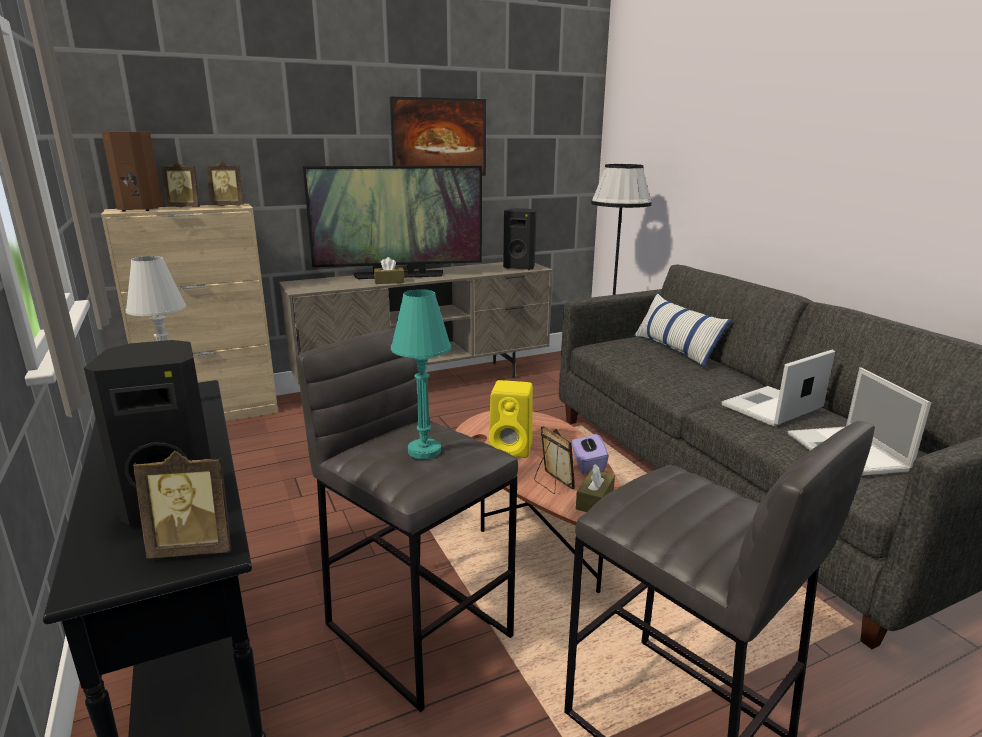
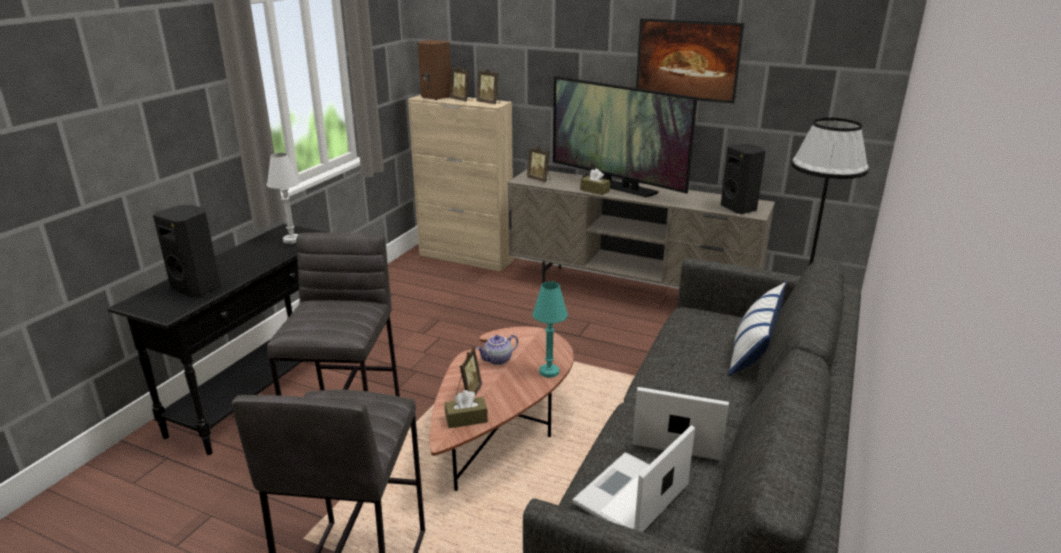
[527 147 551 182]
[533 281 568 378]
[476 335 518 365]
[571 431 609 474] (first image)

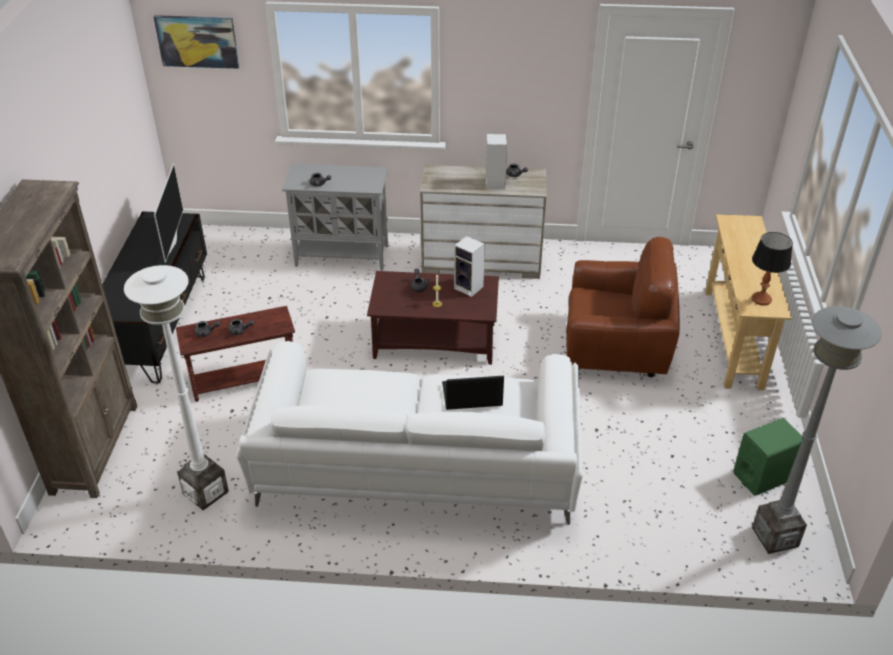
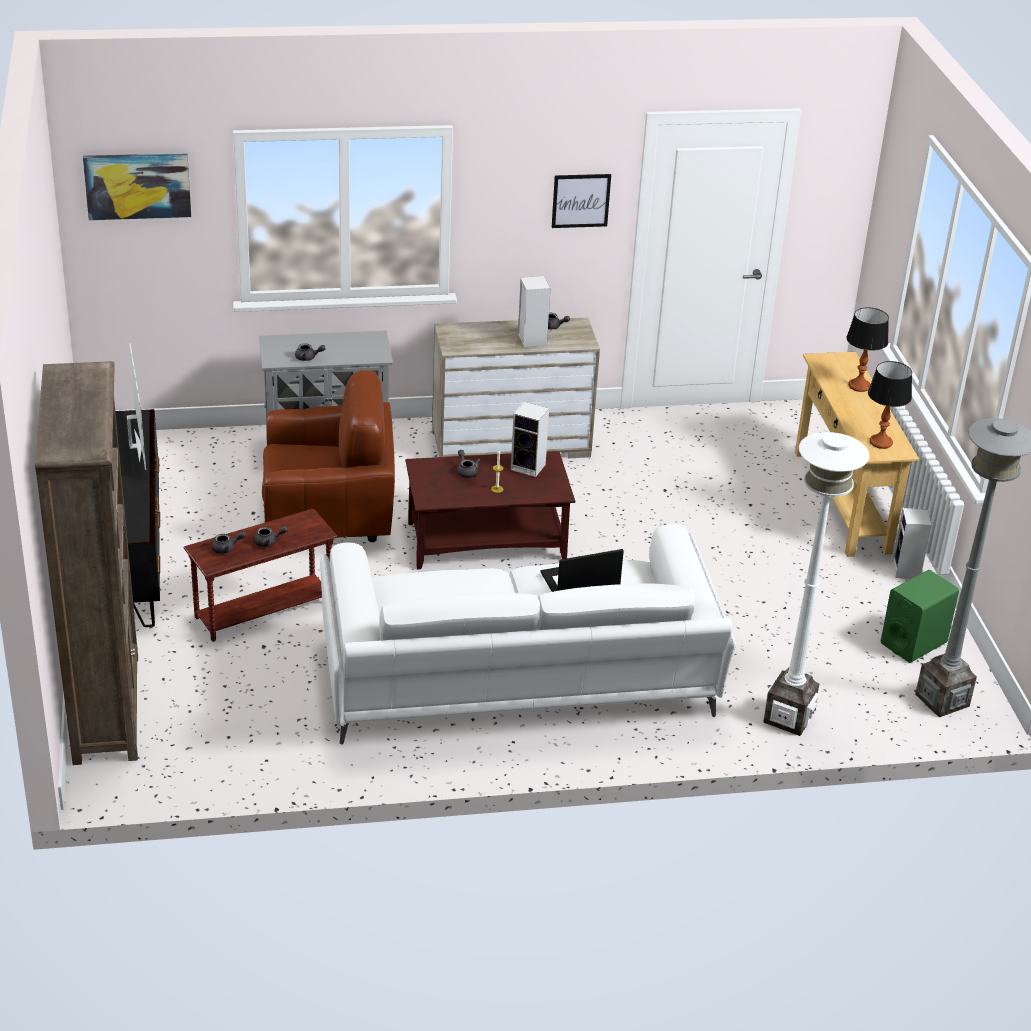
[764 432 870 736]
[262 370 395 542]
[552 174 611 228]
[846 307 889 392]
[892 508 932 579]

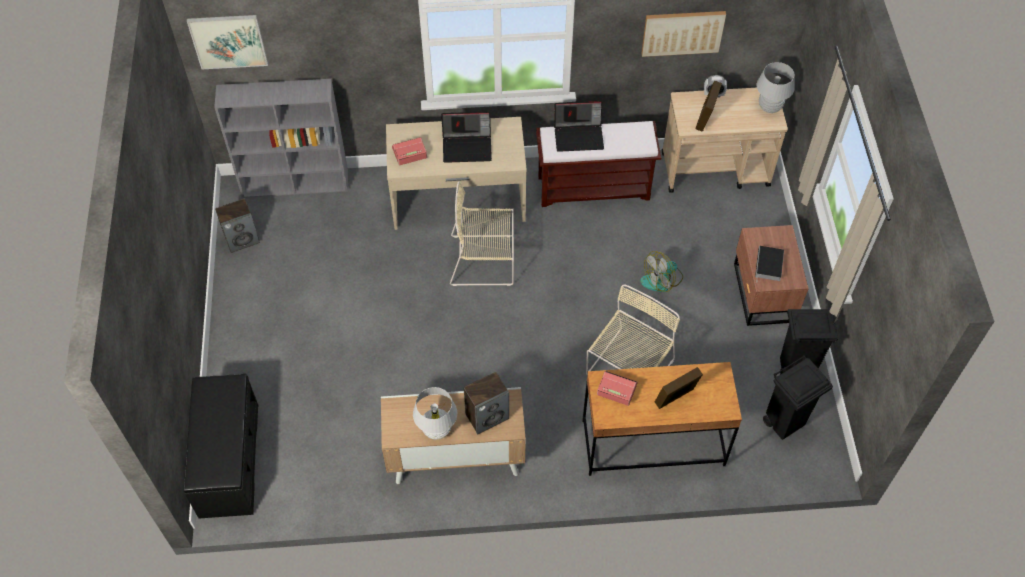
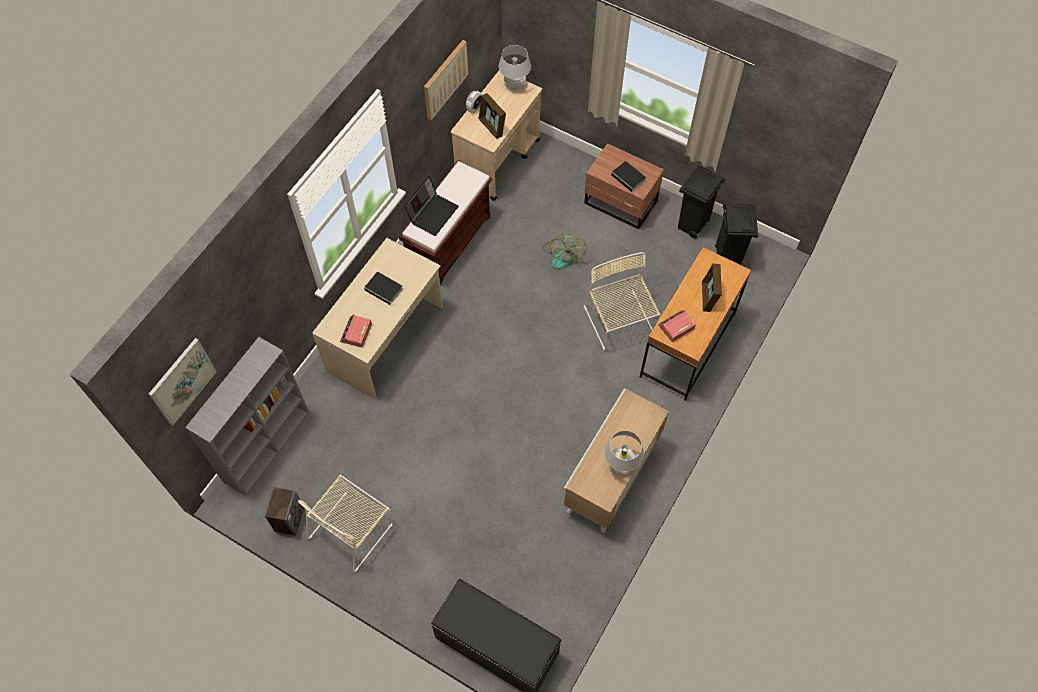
[364 272 403 307]
[298 475 393 573]
[464 372 509 434] (first image)

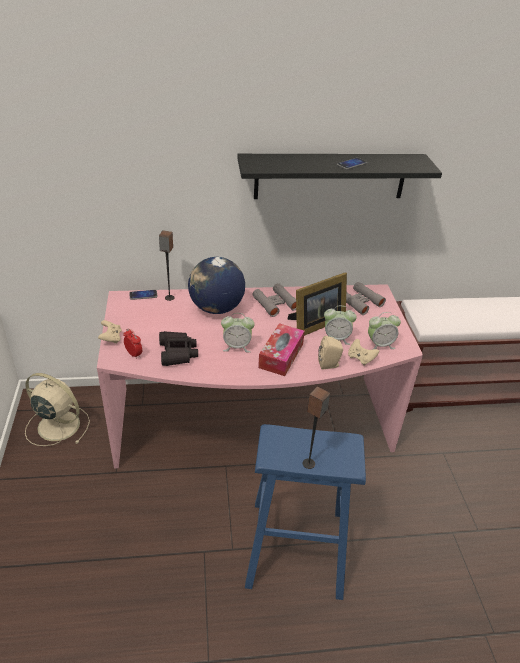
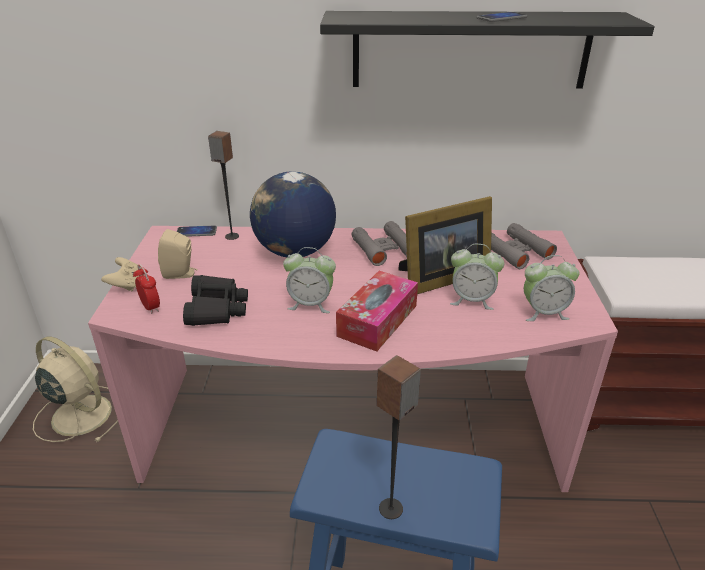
[158 229 198 279]
[348 339 379 365] (first image)

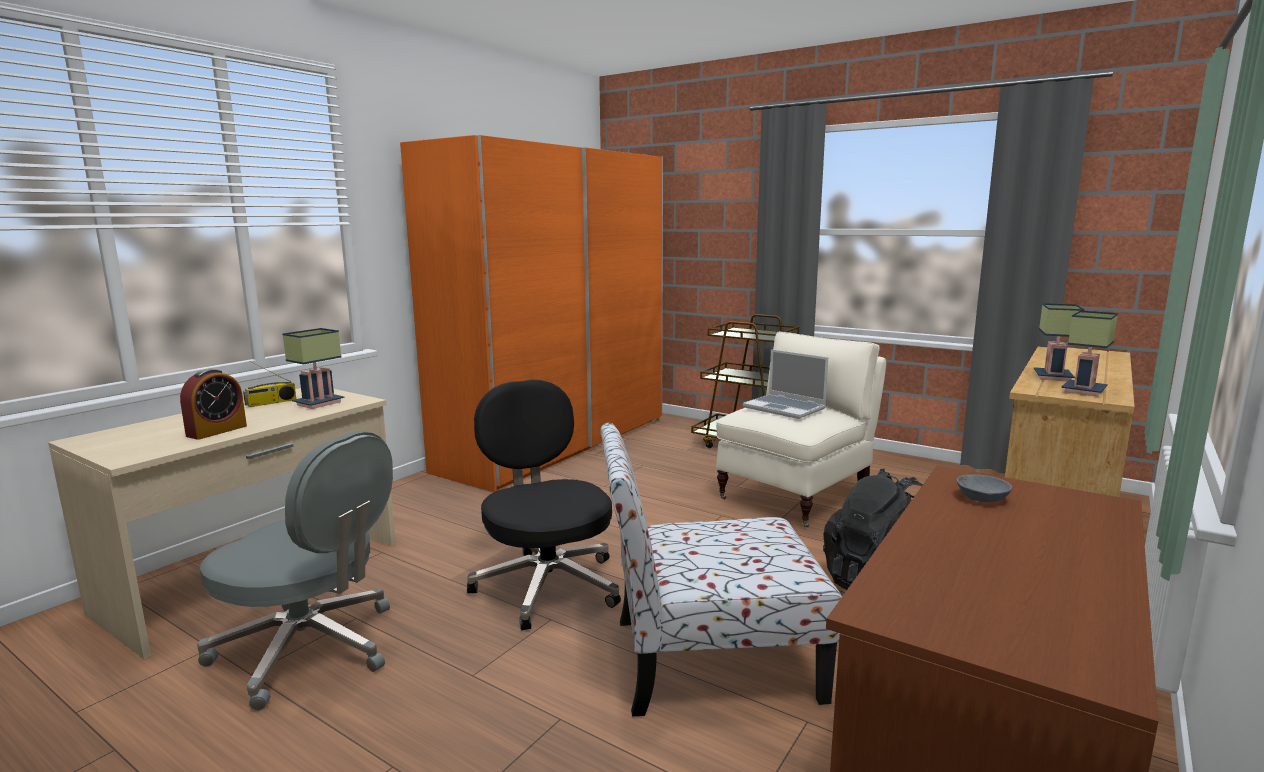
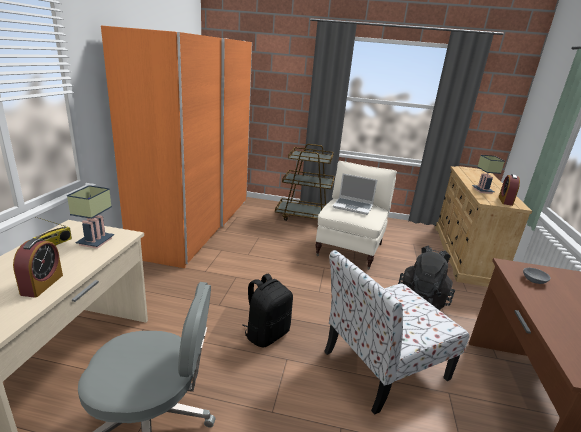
[242 274 293 347]
[499 174 520 206]

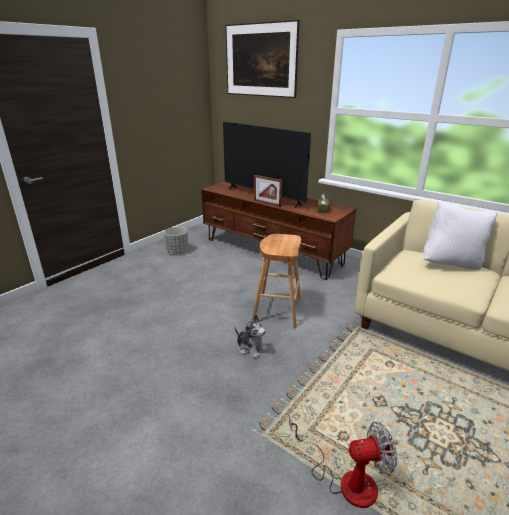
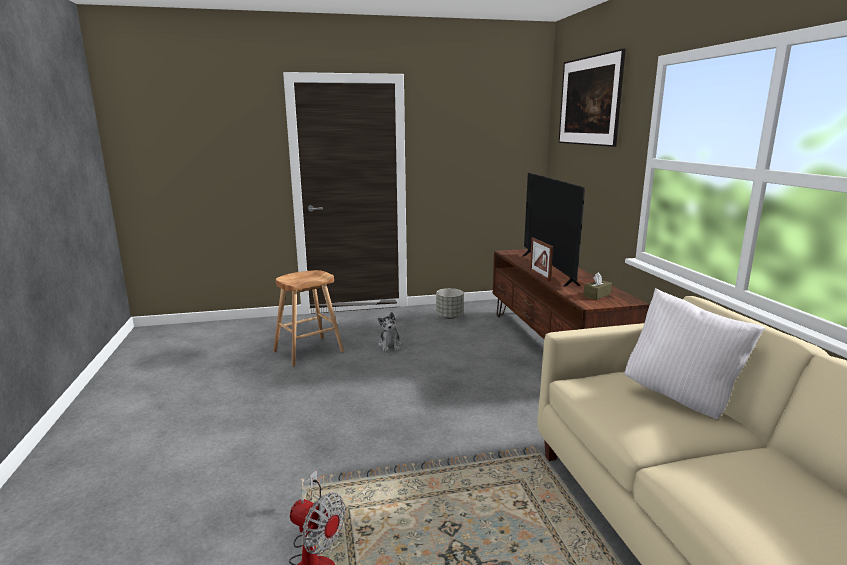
[378 312 401 351]
[273 270 344 367]

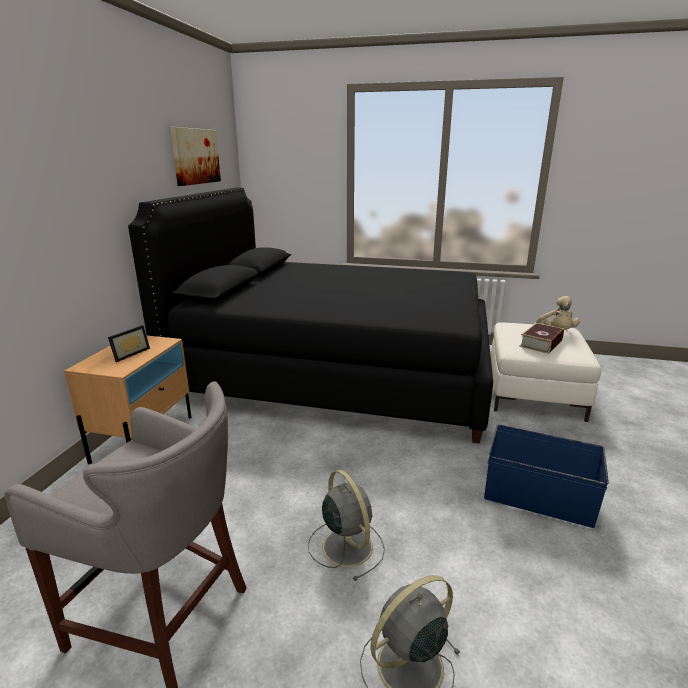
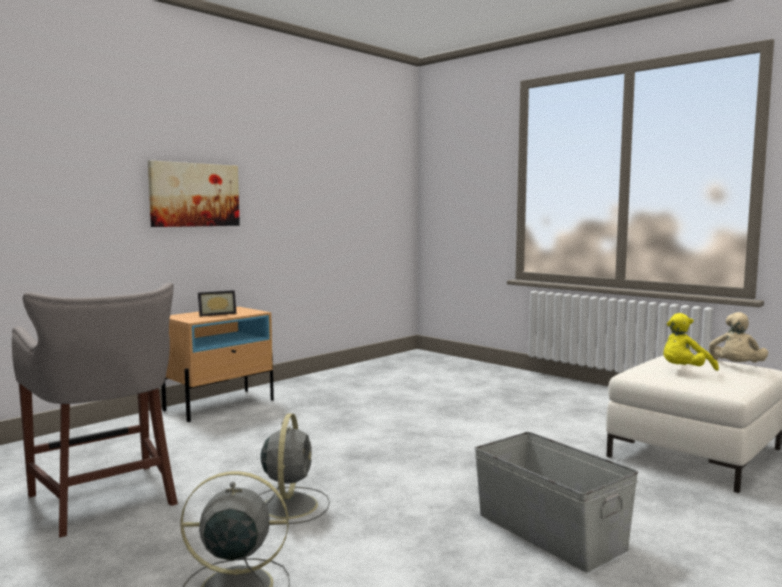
[128 187 493 443] (first image)
[148 160 240 227]
[475 432 638 572]
[663 313 719 371]

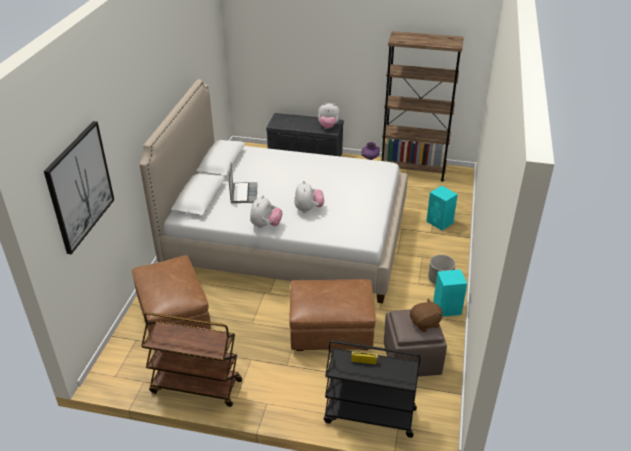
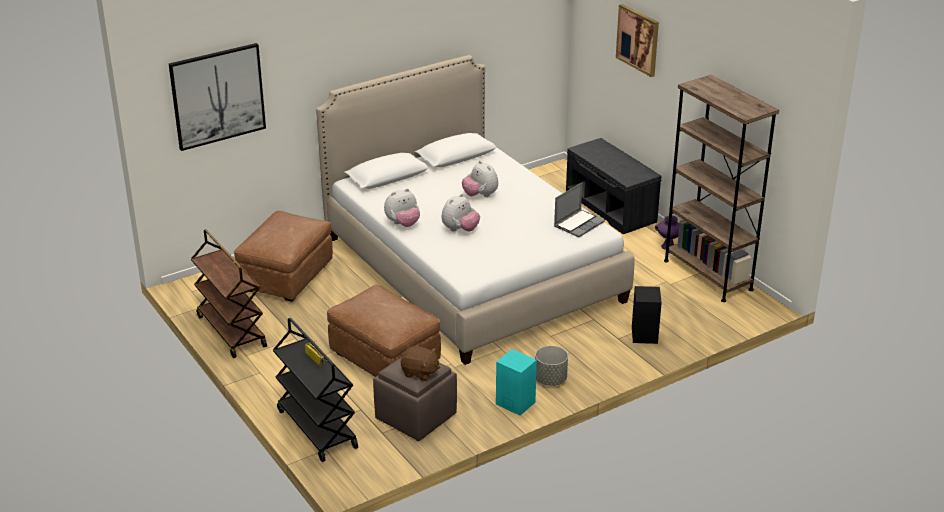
[554 183 605 237]
[462 161 498 197]
[632 286 662 344]
[616 4 659 77]

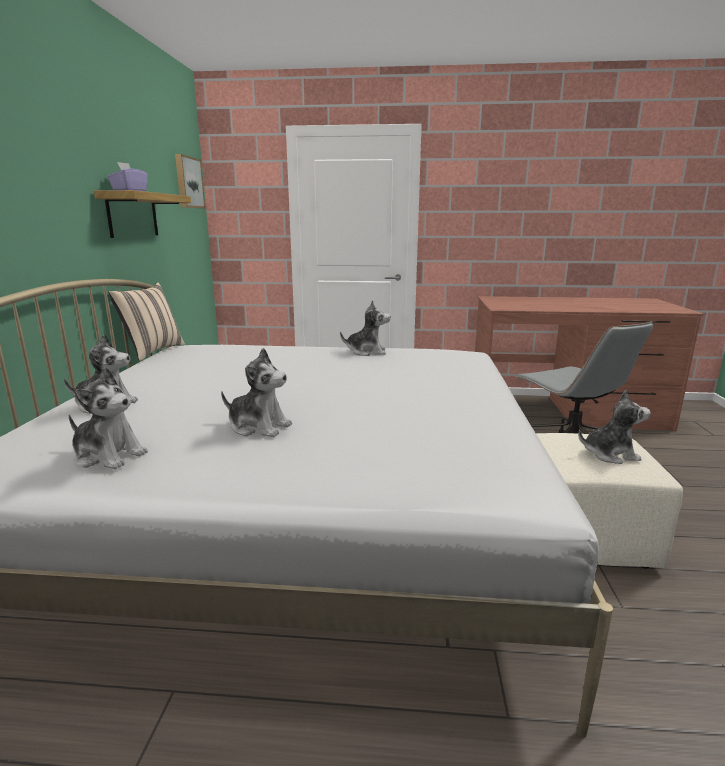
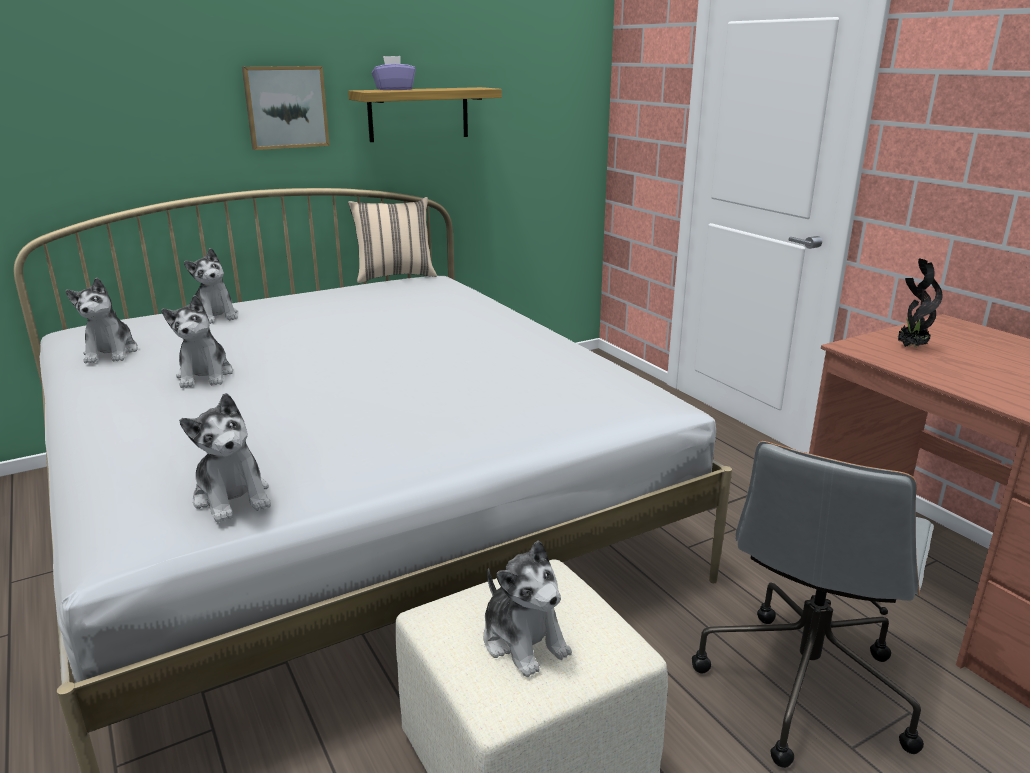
[242 66 330 150]
[179 393 271 523]
[898 258 943 348]

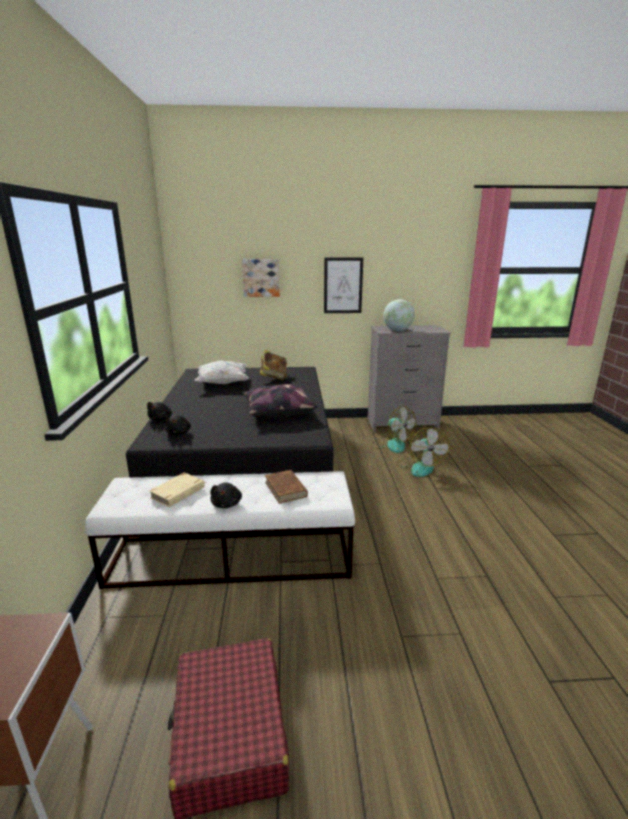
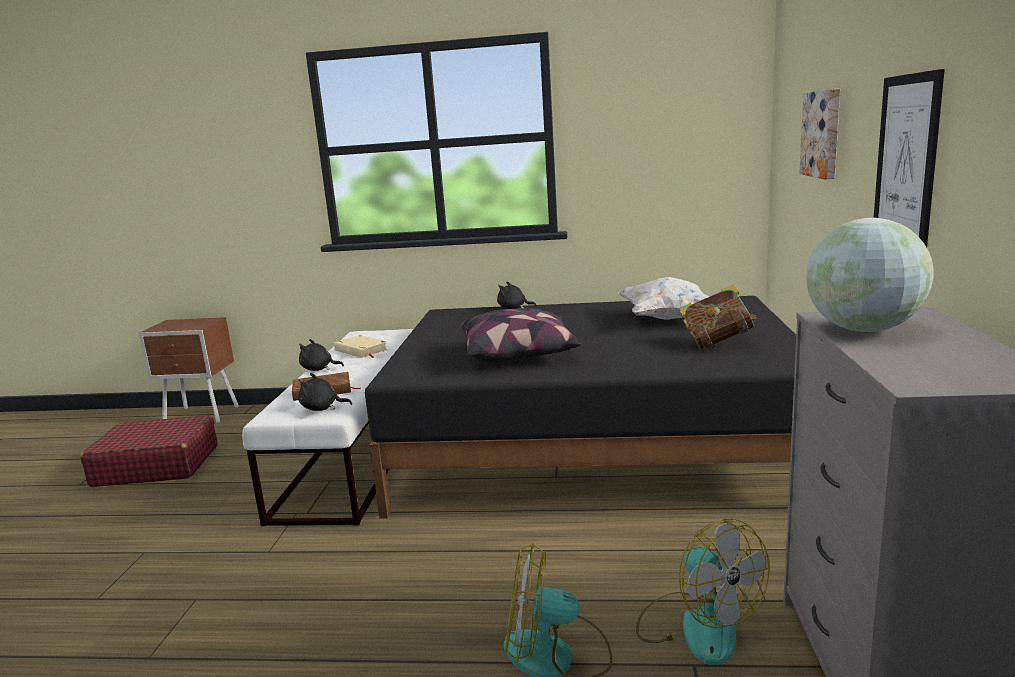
[299 373 352 411]
[636 519 770 665]

